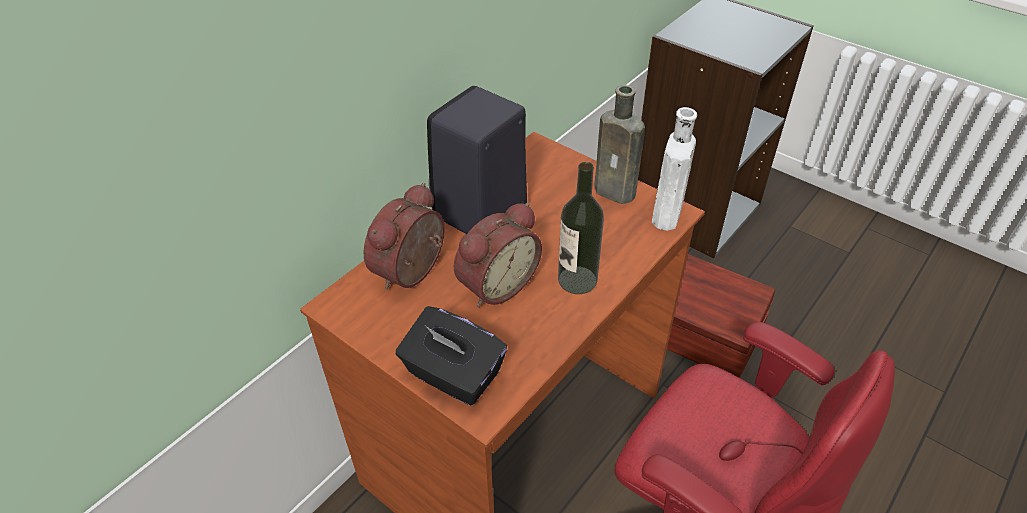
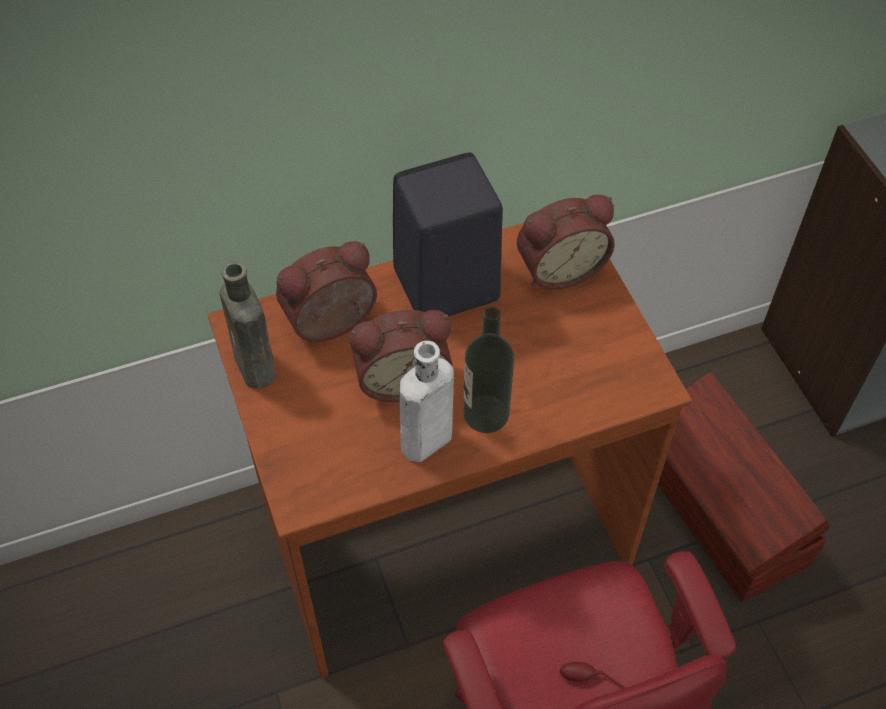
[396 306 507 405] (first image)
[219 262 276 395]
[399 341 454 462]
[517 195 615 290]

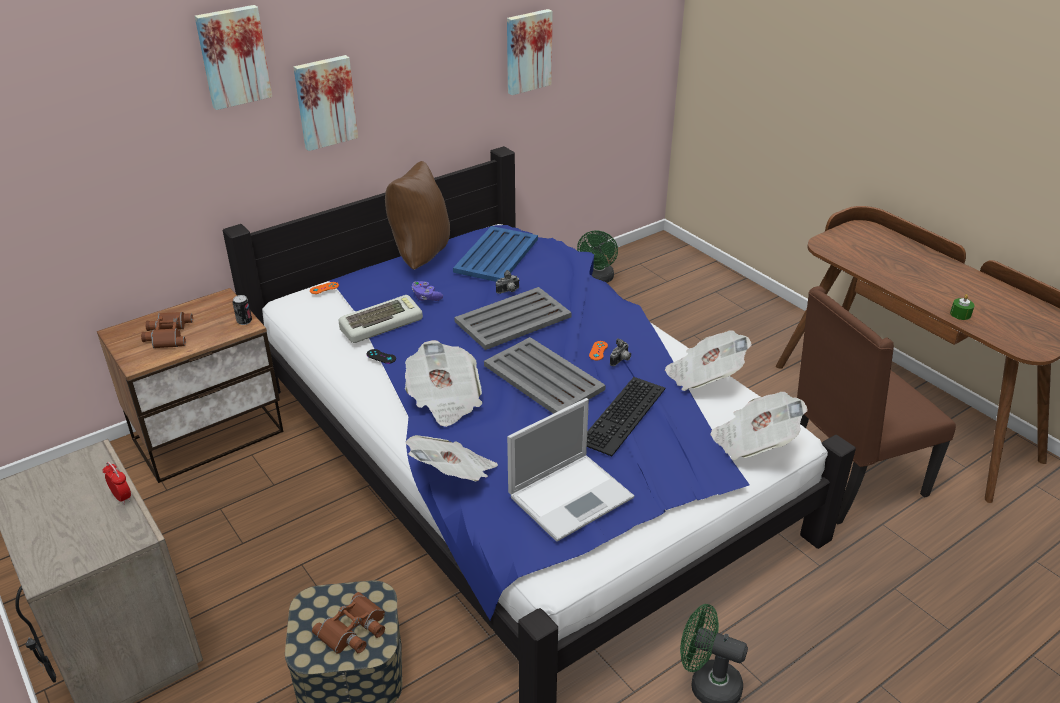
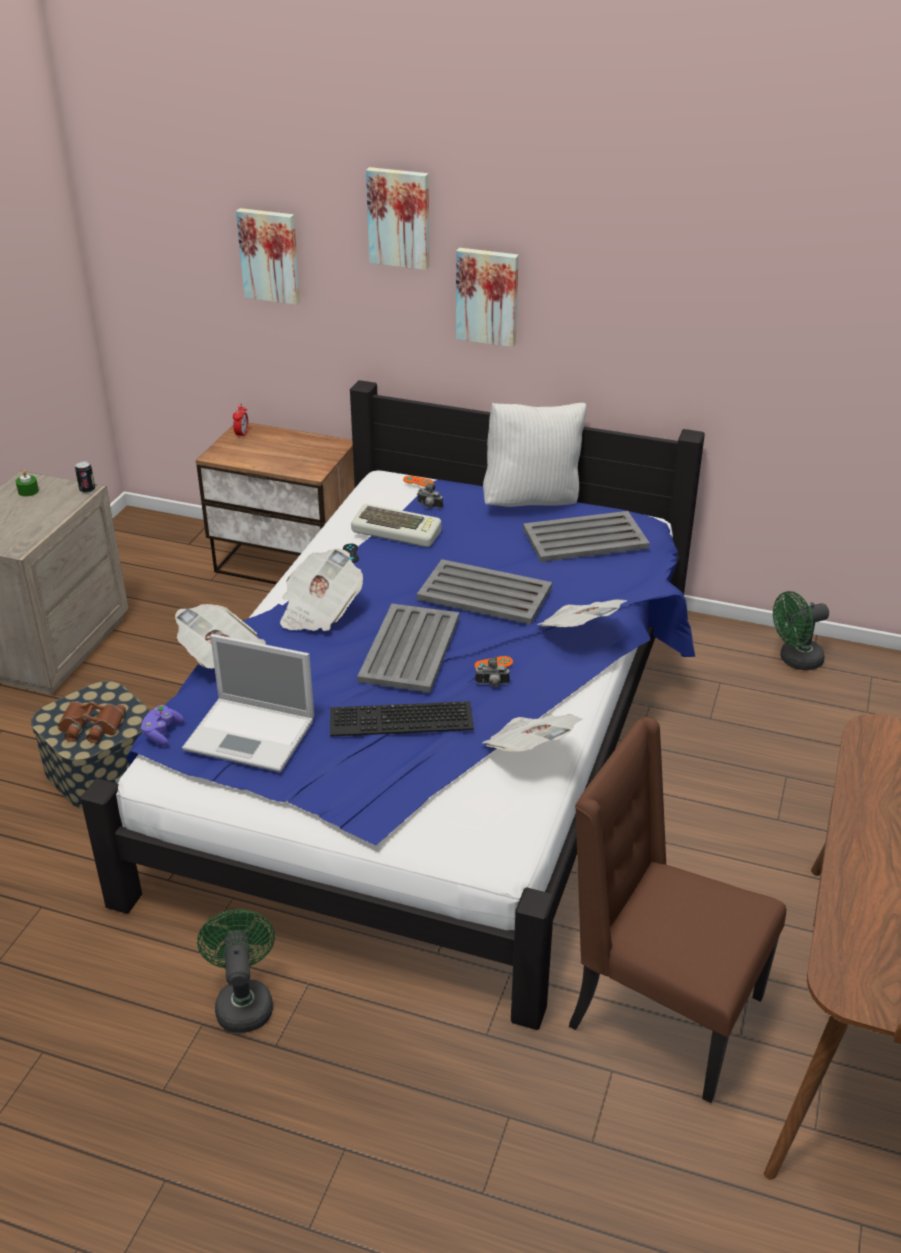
[233 403 248 439]
[141 312 193 348] (first image)
[75 461 95 493]
[483 403 586 507]
[141 705 184 746]
[523 511 650 562]
[417 483 443 509]
[236 208 300 305]
[537 599 628 627]
[16 470 39 497]

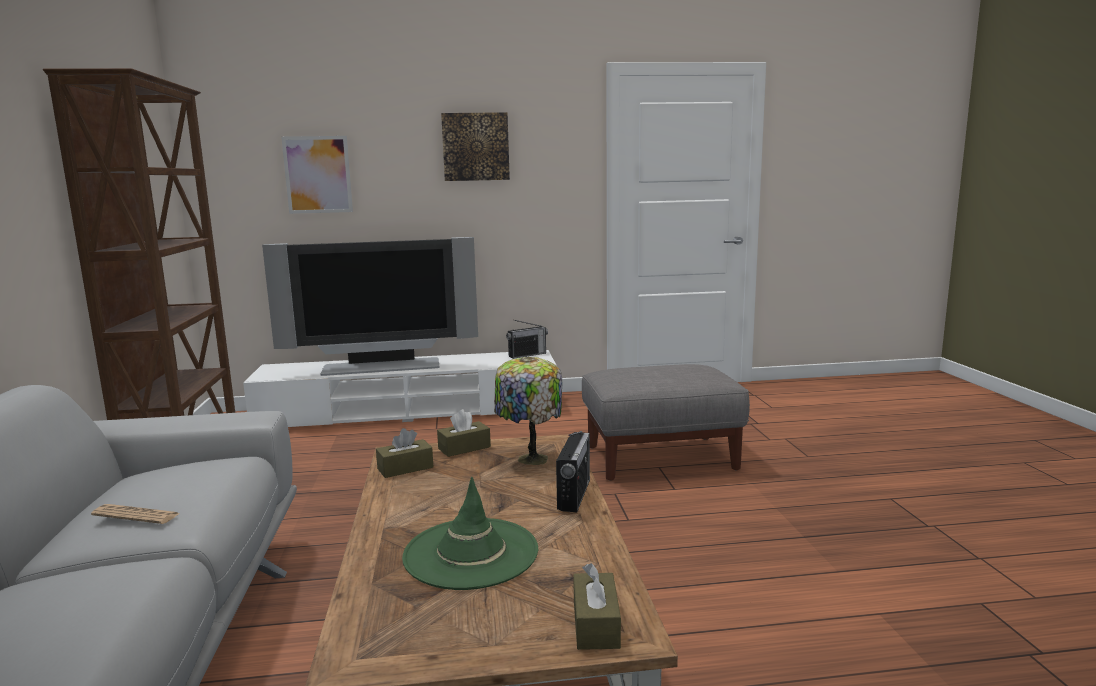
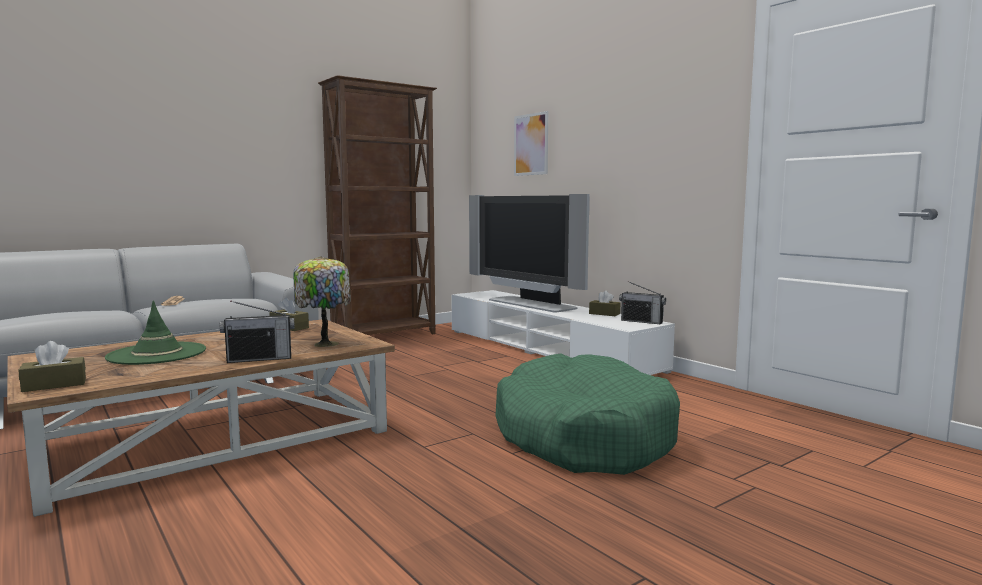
[589 290 620 316]
[441 112 510 181] (first image)
[495 354 680 475]

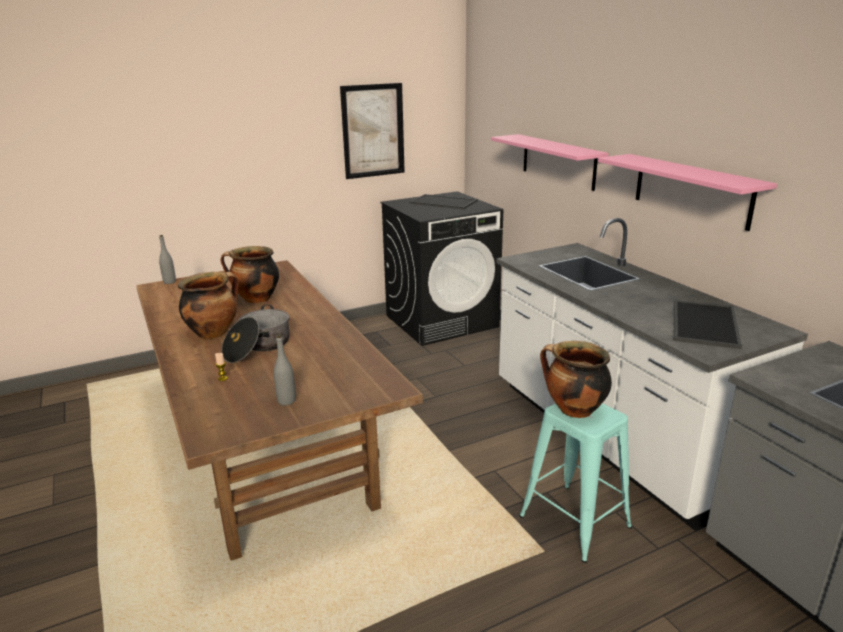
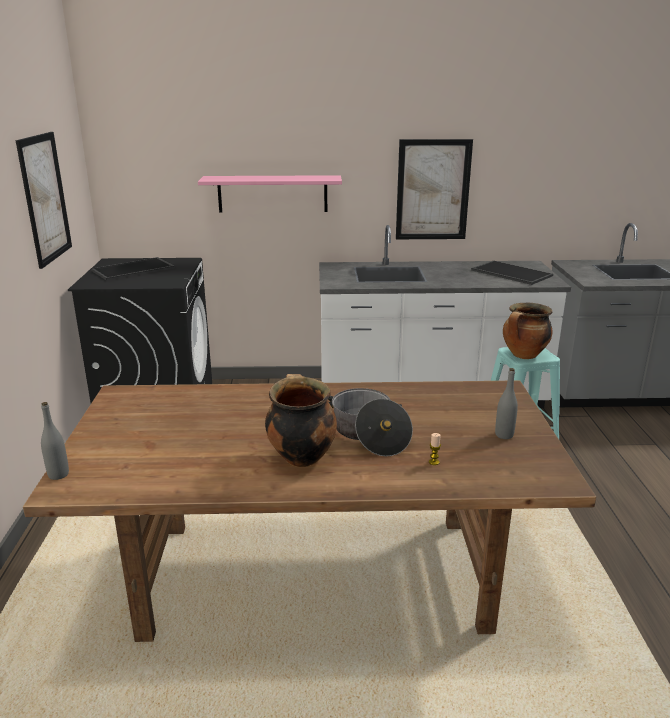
[221 246 279 303] (first image)
[396 139 473 239]

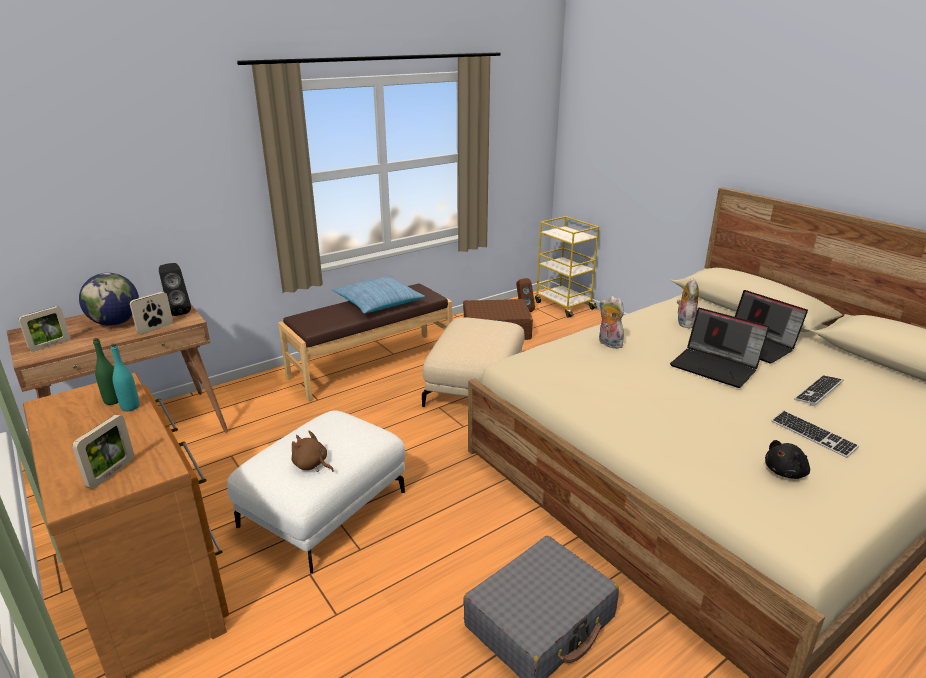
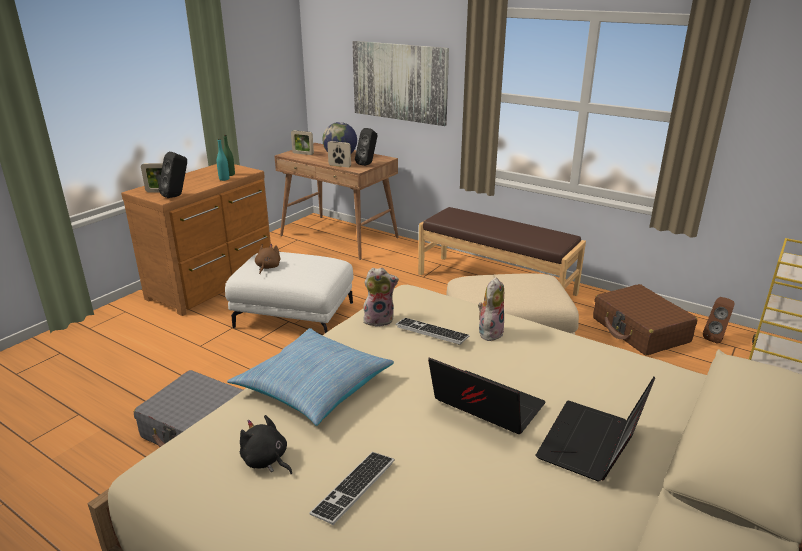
[227 328 394 426]
[428 358 546 434]
[363 268 399 326]
[396 318 470 345]
[158 152 187 198]
[352 41 449 126]

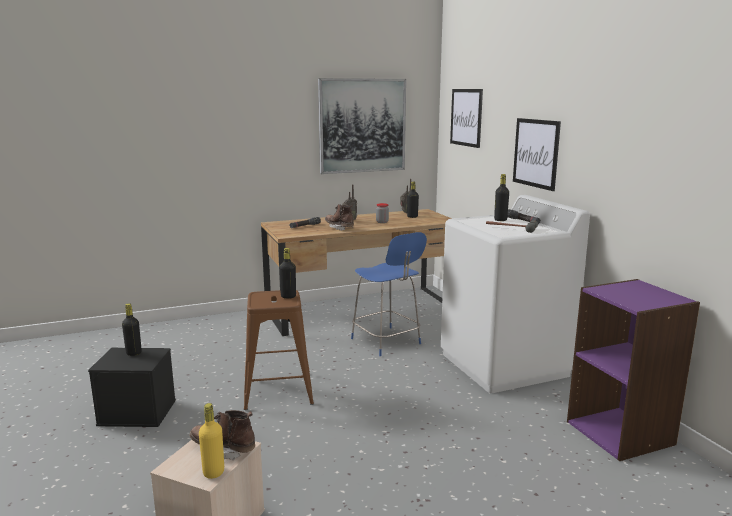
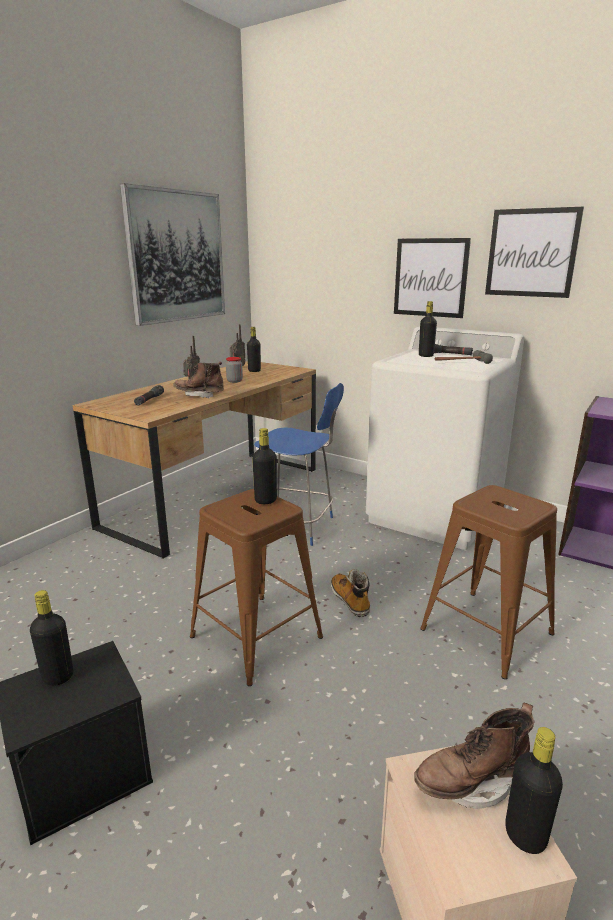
[505 727 563 854]
[485 207 584 298]
[331 569 370 617]
[420 485 557 679]

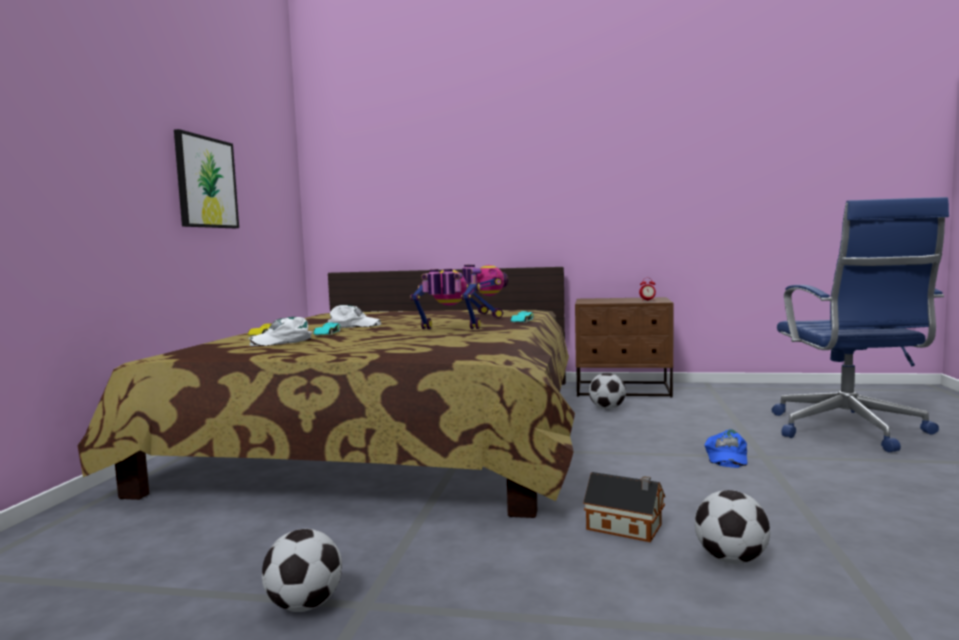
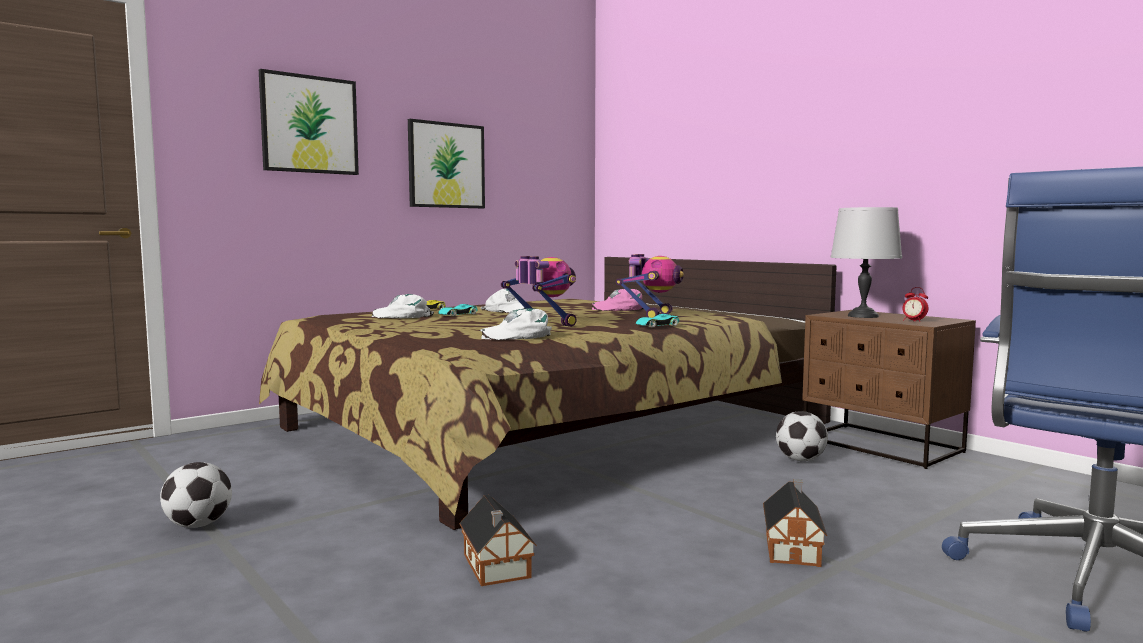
[695 490 770 564] (first image)
[763 479 827 567]
[259 69 359 175]
[480 308 552 340]
[592 289 643 311]
[830 207 902 318]

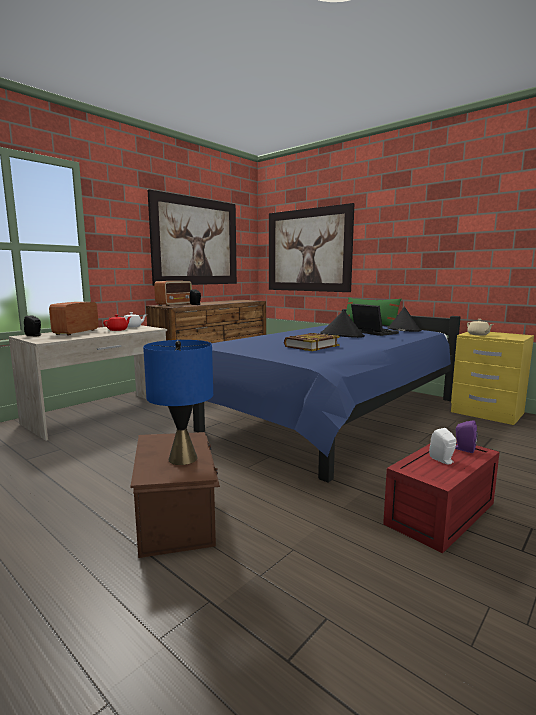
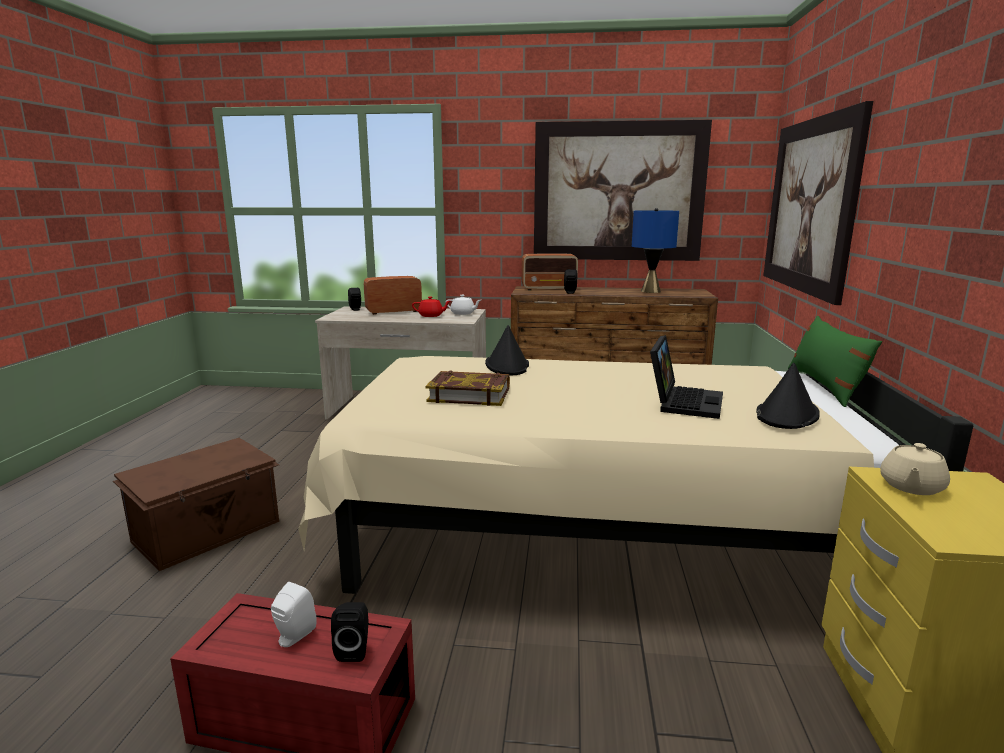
[632 208 679 293]
[298 356 974 594]
[485 325 529 376]
[331 602 368 662]

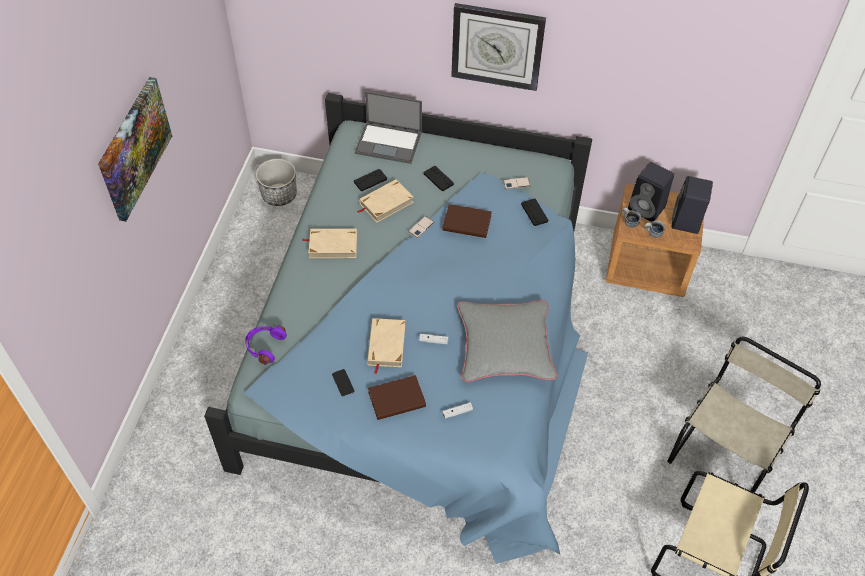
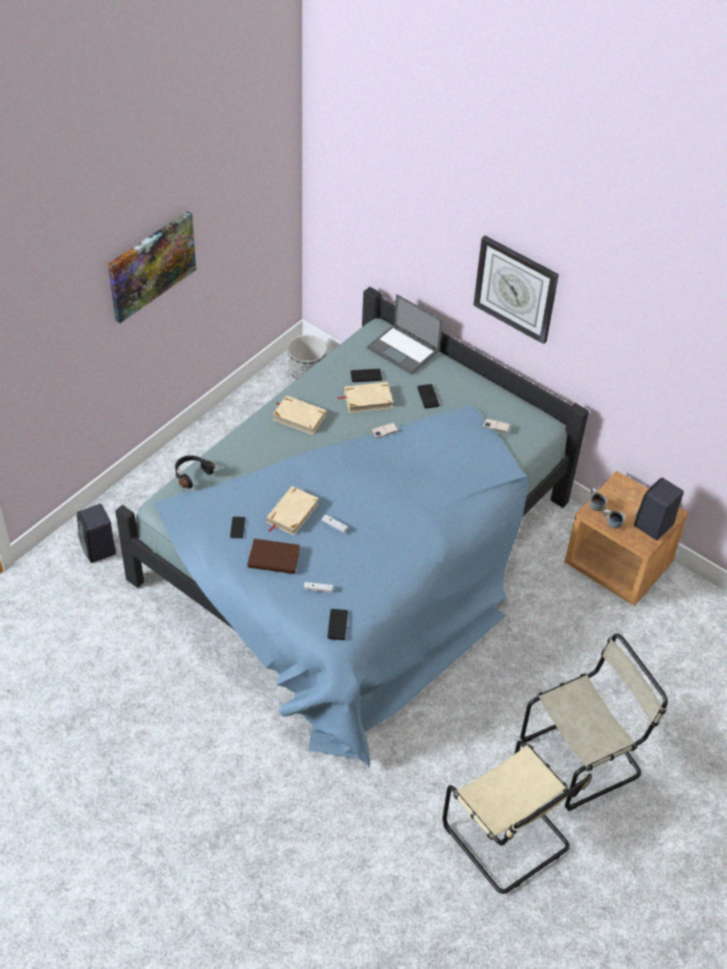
[175 455 215 489]
[442 204 492 238] (first image)
[457 300 557 382] (first image)
[327 609 348 640]
[77 504 116 563]

